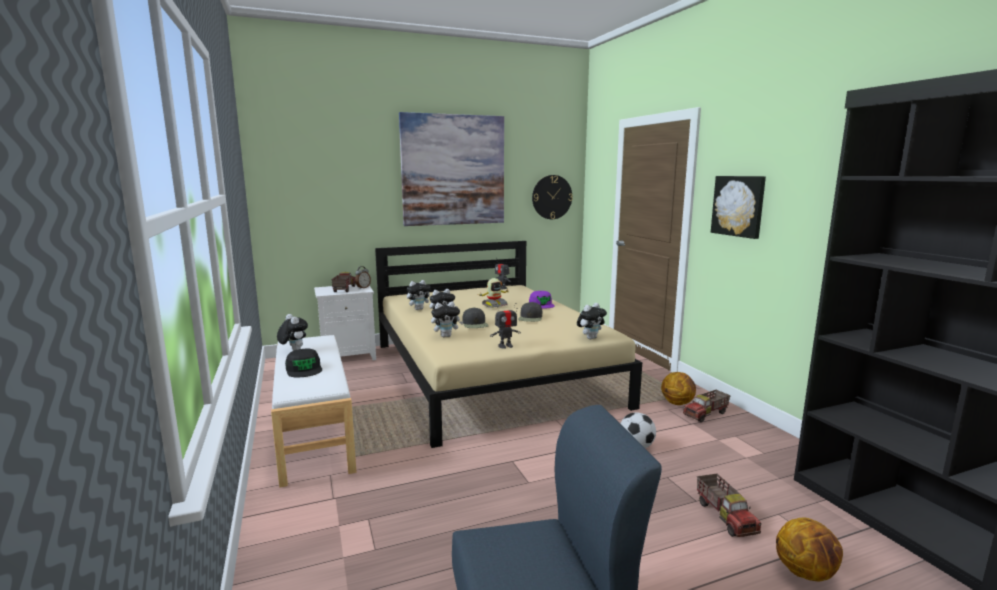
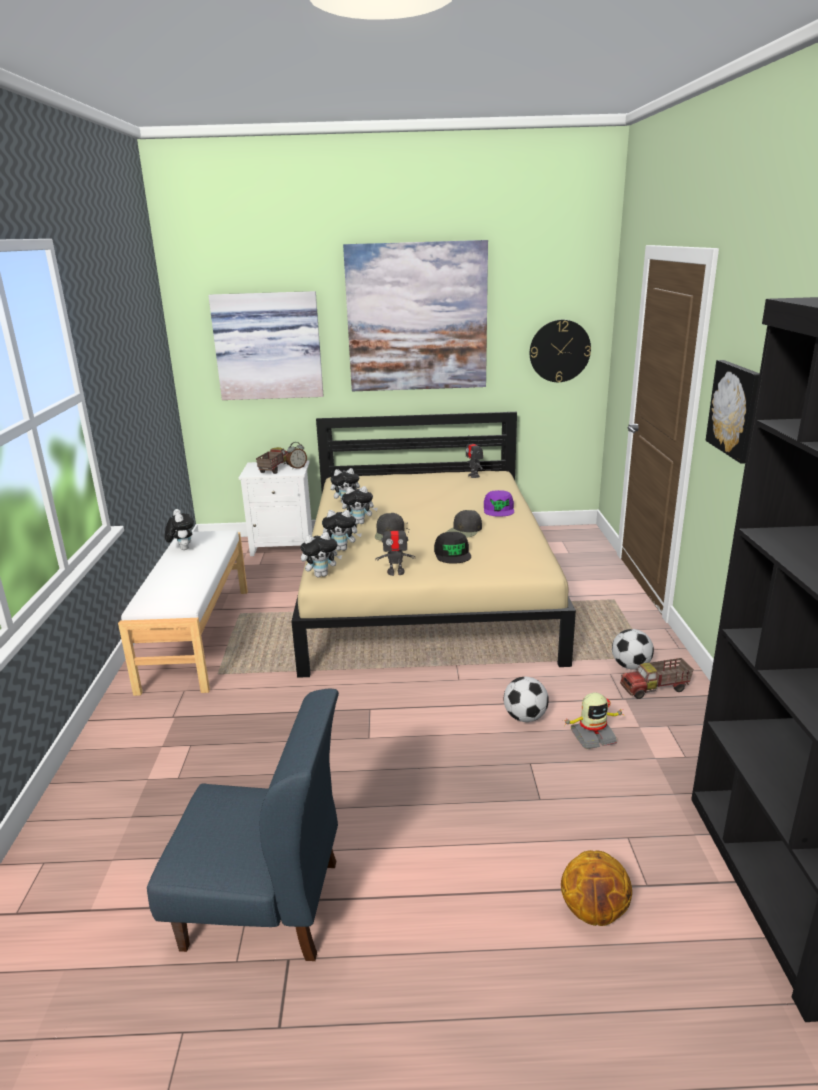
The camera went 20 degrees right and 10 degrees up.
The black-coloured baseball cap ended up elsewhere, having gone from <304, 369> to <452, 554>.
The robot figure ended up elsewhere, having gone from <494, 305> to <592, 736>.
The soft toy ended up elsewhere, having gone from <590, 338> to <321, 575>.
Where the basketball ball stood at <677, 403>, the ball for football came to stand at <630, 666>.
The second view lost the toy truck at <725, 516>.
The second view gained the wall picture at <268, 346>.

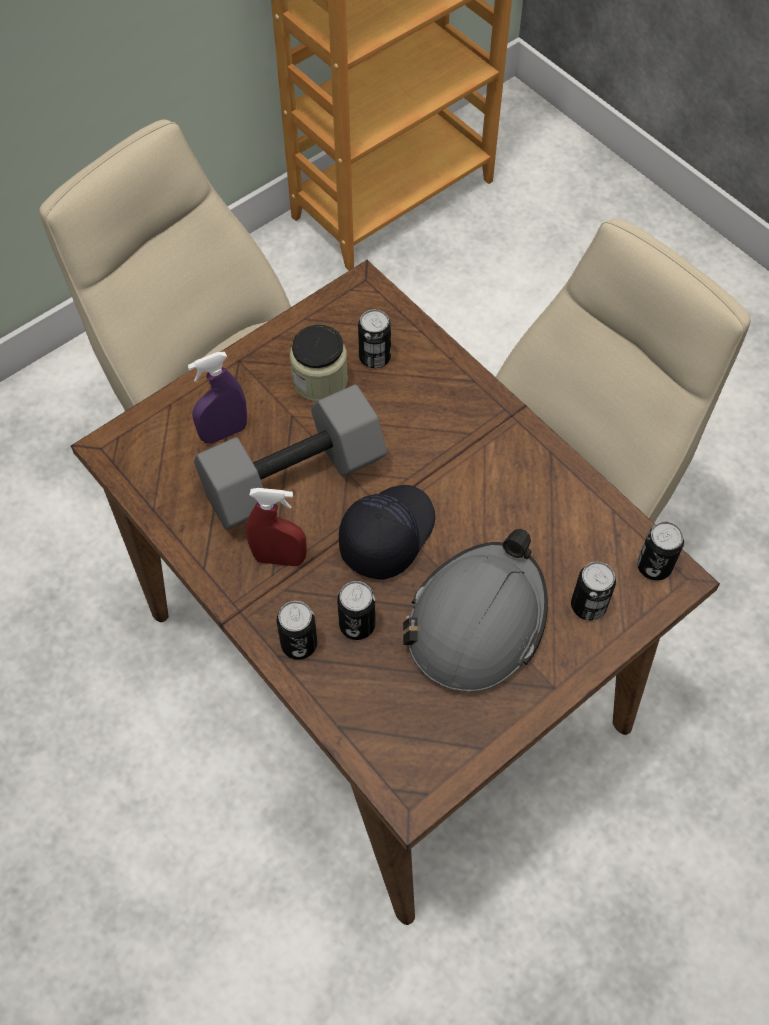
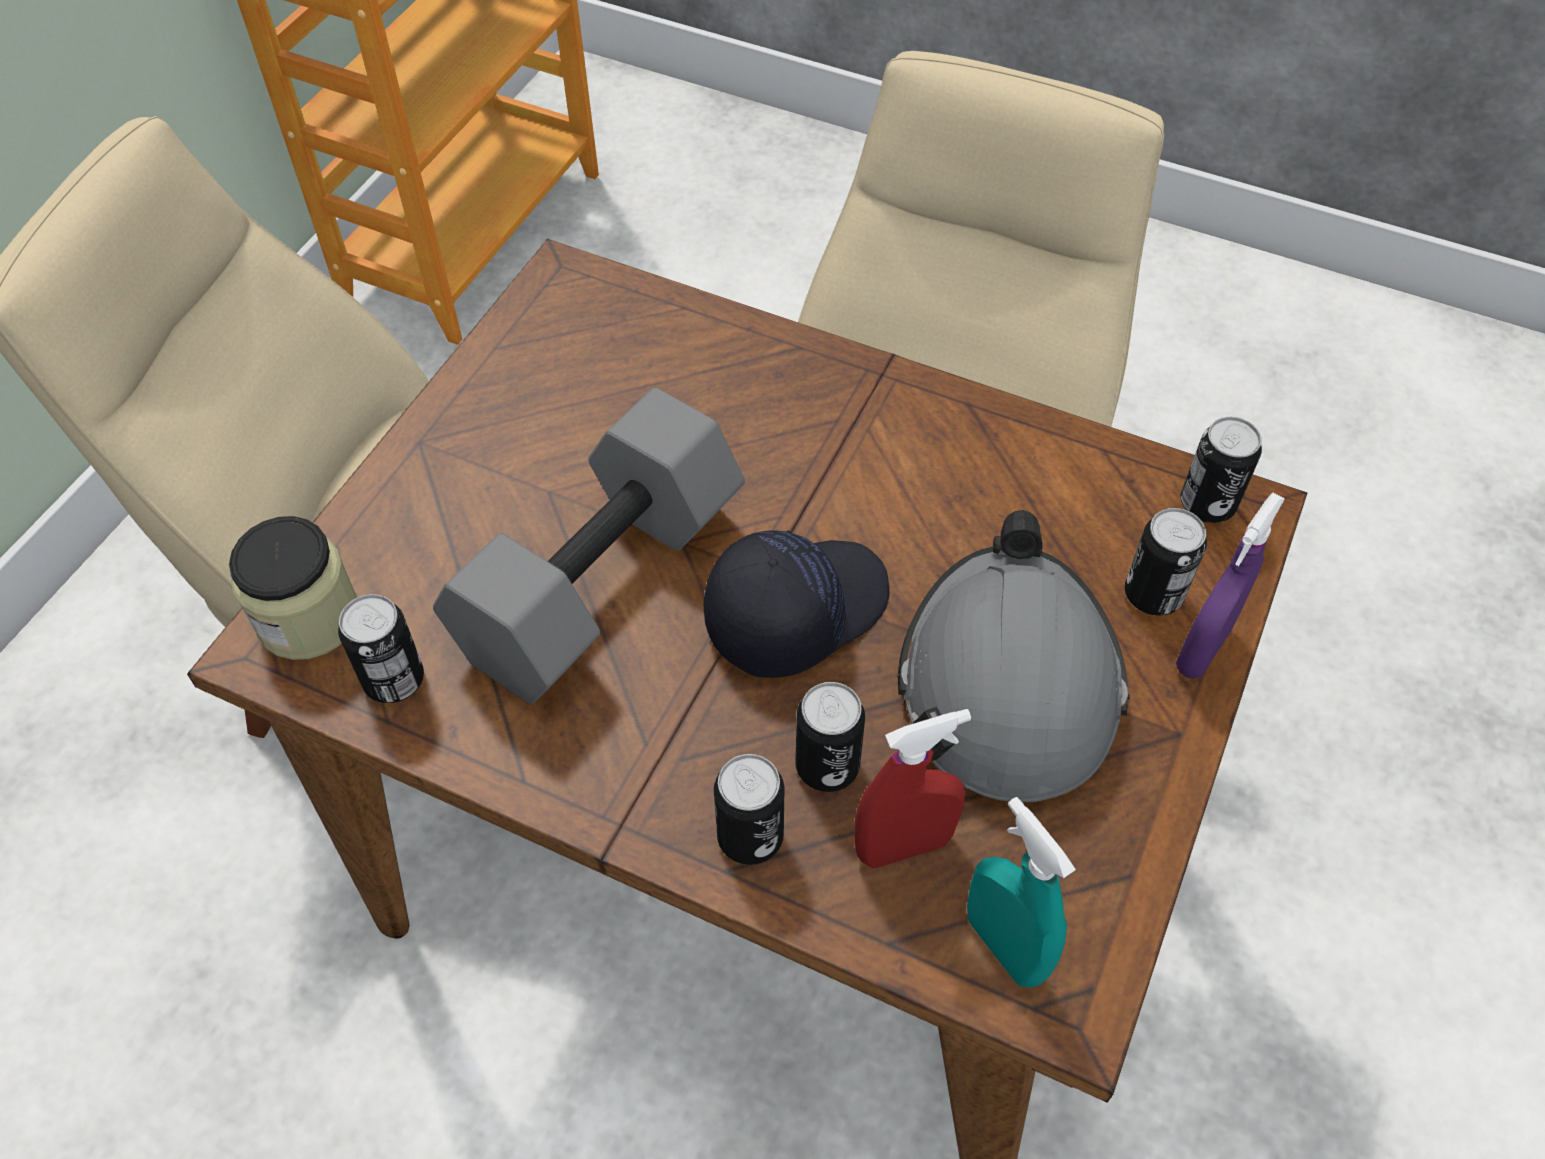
The camera went 25 degrees left and 5 degrees down.
The purple hand sprayer ended up elsewhere, having gone from <224, 432> to <1202, 649>.
The red hand sprayer ended up elsewhere, having gone from <279, 558> to <903, 846>.
The jar ended up elsewhere, having gone from <320, 380> to <309, 618>.
The black-coloured baseball cap at <386, 534> ended up facing another way, 45 degrees clockwise from before.
The sealed can ended up elsewhere, having gone from <374, 357> to <394, 680>.
The second view gained the blue-green hand sprayer at <1004, 946>.

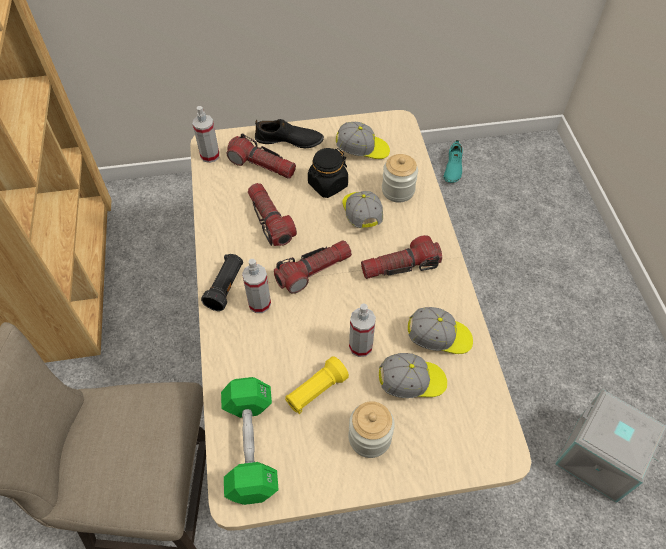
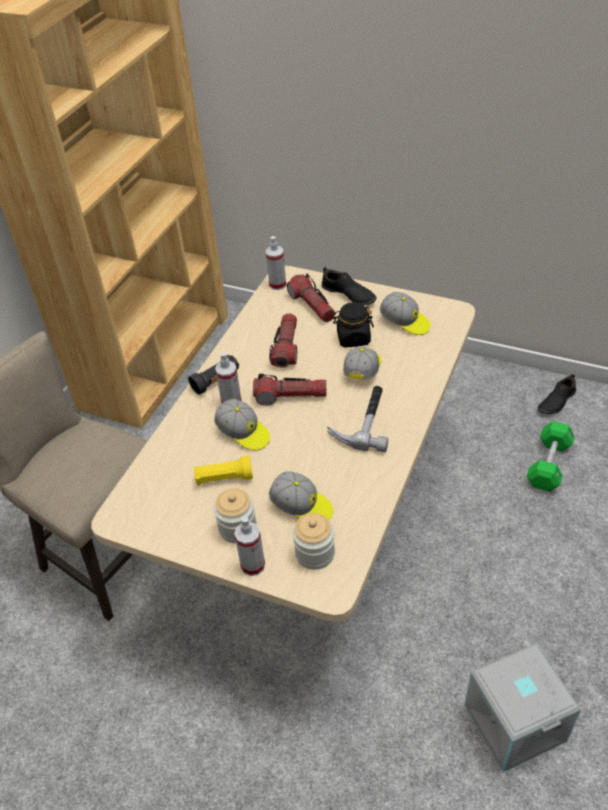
The camera went 35 degrees right and 10 degrees down.
The green hand weight ended up elsewhere, having gone from <250, 446> to <548, 464>.
The hand sprayer ended up elsewhere, having gone from <360, 346> to <253, 565>.
Where the flashlight stood at <400, 266>, the tool hammer came to stand at <363, 421>.
The jar ended up elsewhere, having gone from <398, 190> to <315, 553>.
The baseball cap ended up elsewhere, having gone from <439, 338> to <243, 433>.
What was the blue-green low shoe at <452, 168> turned into the black-coloured low shoe at <556, 401>.

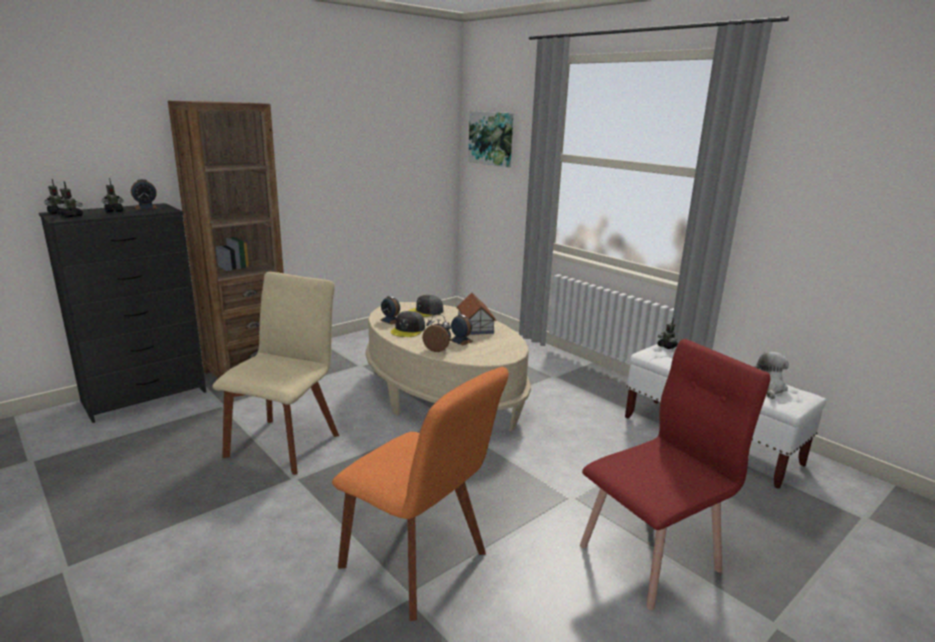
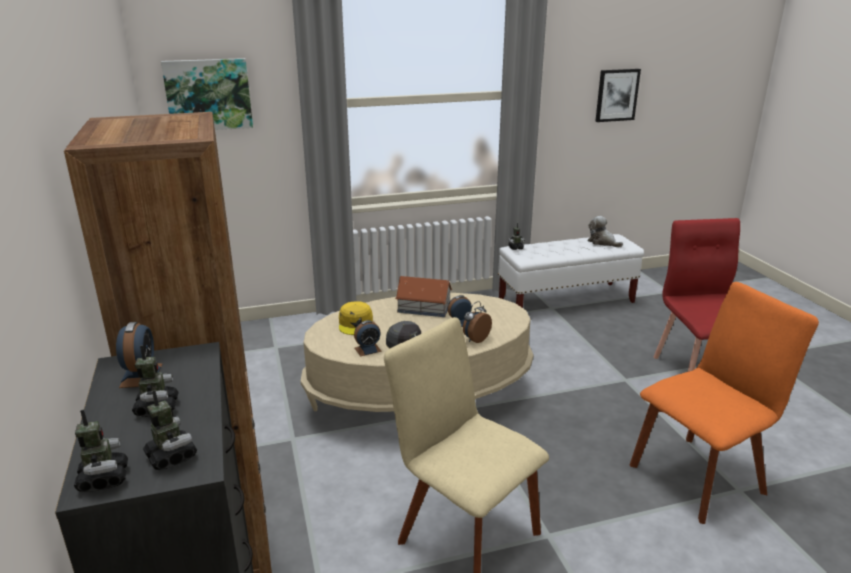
The camera went 65 degrees left and 5 degrees up.
What was the grey baseball cap at <426, 311> turned into the yellow baseball cap at <356, 324>.
The second view gained the wall picture at <616, 95>.

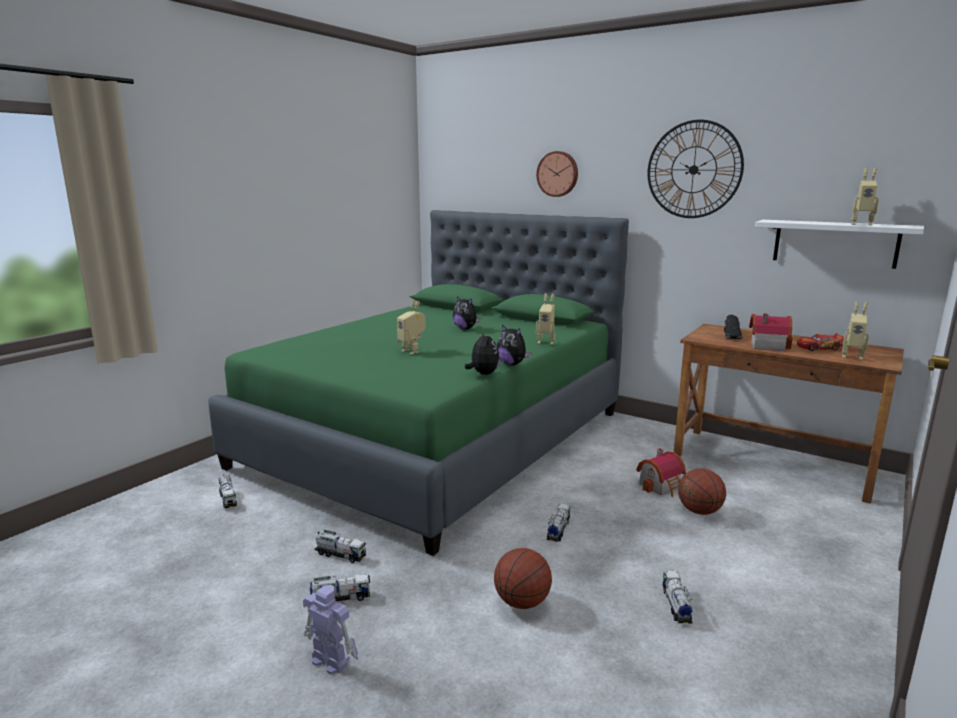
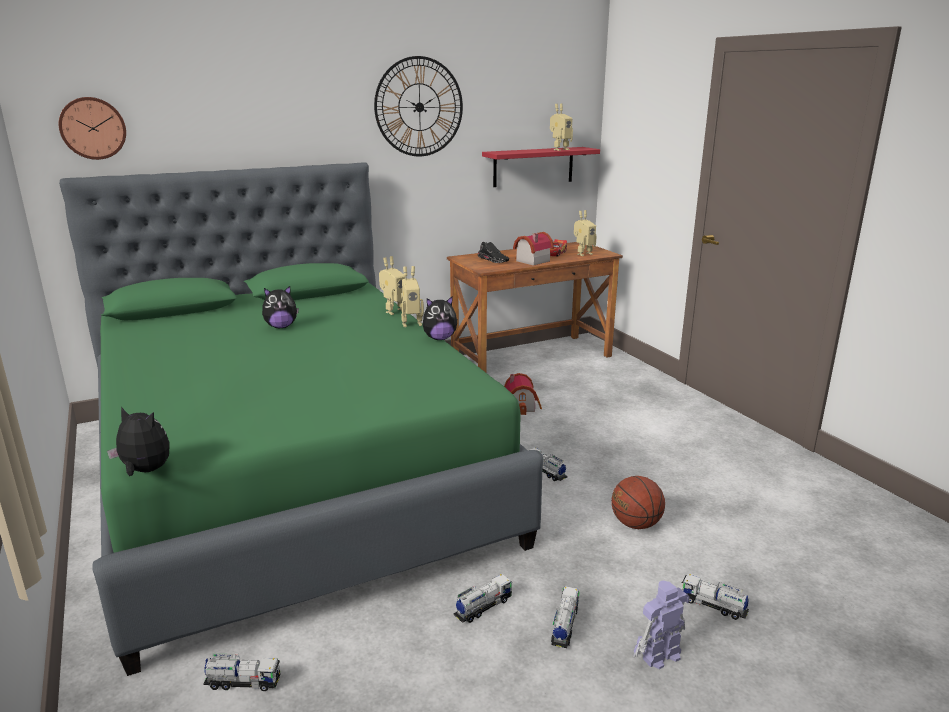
The camera went 60 degrees left and 5 degrees up.
The robot figure ended up elsewhere, having gone from <412, 351> to <411, 323>.
The soft toy ended up elsewhere, having gone from <483, 374> to <145, 471>.
The wall clock ended up elsewhere, having gone from <558, 174> to <93, 128>.
The toy truck ended up elsewhere, having gone from <676, 606> to <713, 606>.
The second view lost the basketball ball at <699, 511>.
What was the white shelf at <835, 243> turned into the red shelf at <533, 166>.

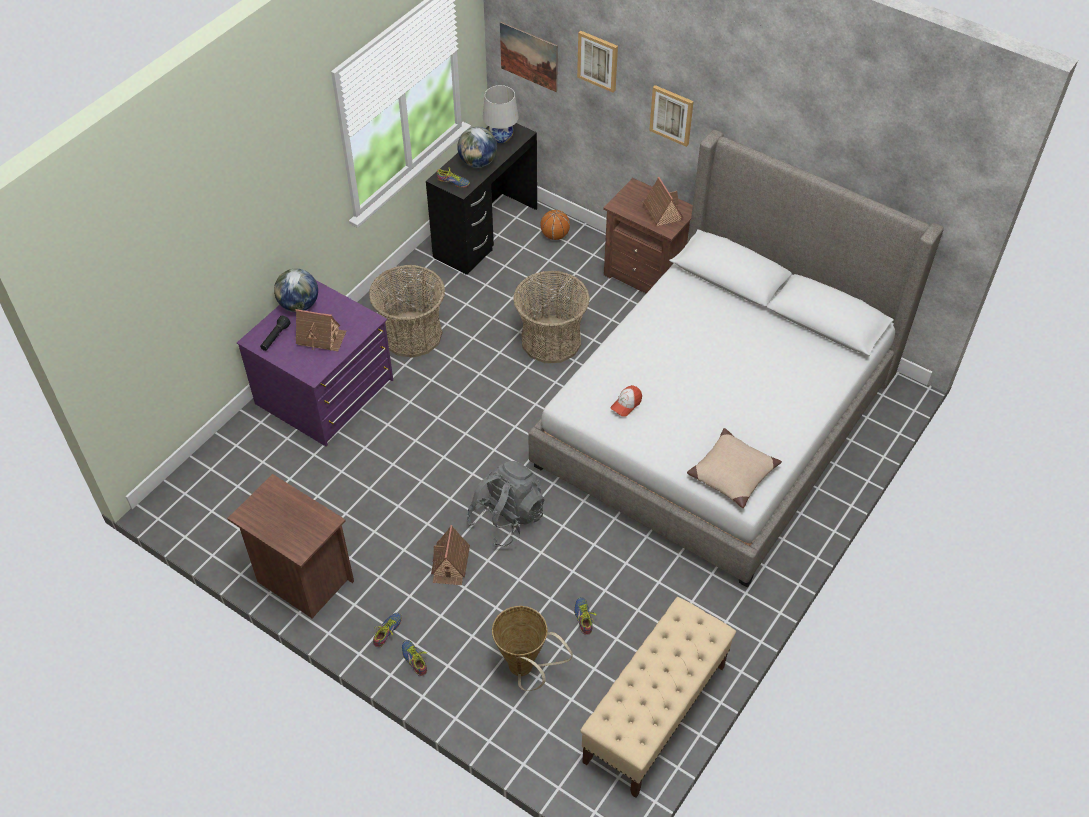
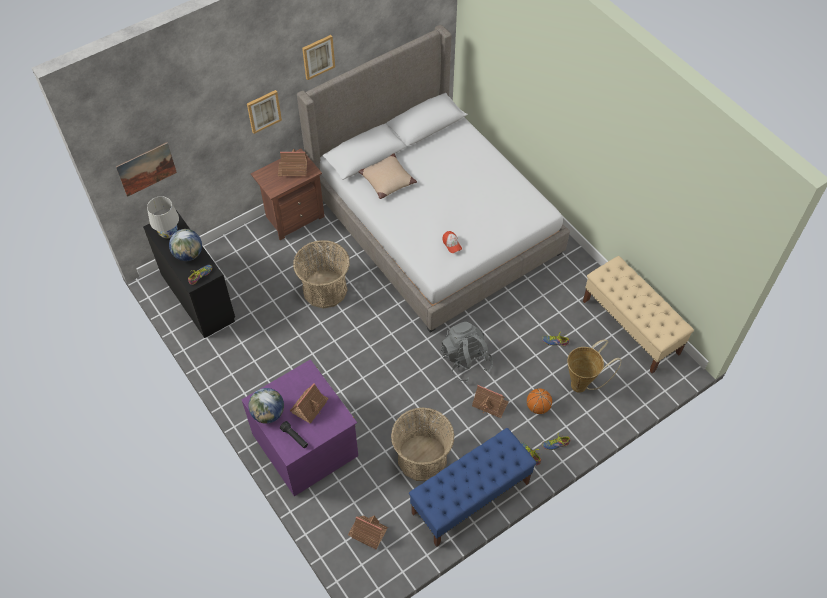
The camera went 70 degrees left and 5 degrees up.
Where the brownish nightstand stood at <302, 580>, the bluish bench came to stand at <470, 498>.
The basket ended up elsewhere, having gone from <412, 334> to <422, 458>.
The basketball ball ended up elsewhere, having gone from <555, 235> to <538, 407>.
The wall picture ended up elsewhere, having gone from <598, 60> to <318, 56>.
The sand-coloured throw pillow ended up elsewhere, having gone from <732, 473> to <387, 180>.
The second view gained the toy house at <368, 532>.

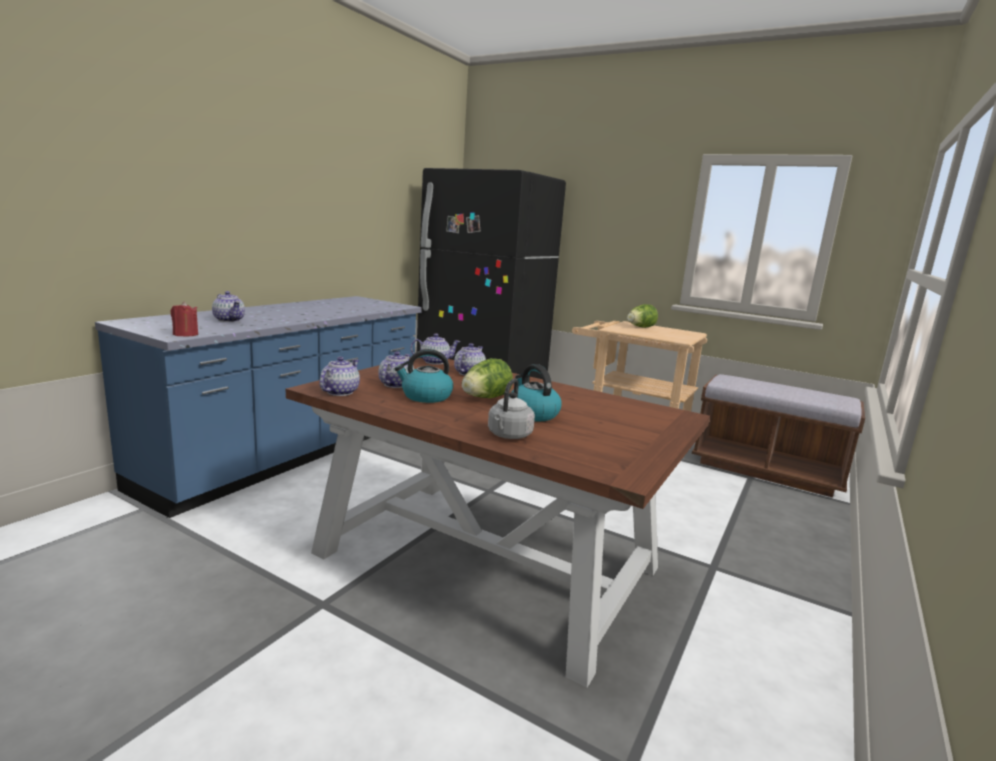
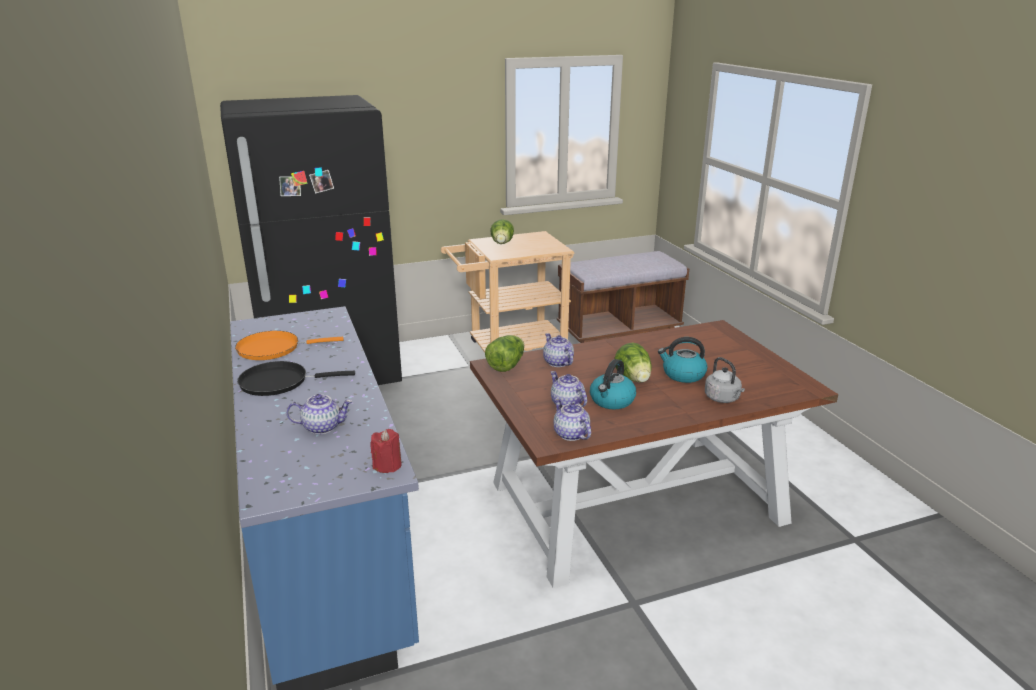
The camera went 50 degrees left and 10 degrees up.
Where the teapot stood at <434, 362>, the head of lettuce came to stand at <506, 365>.
The second view gained the orange-coloured frying pan at <273, 349>.
The second view gained the black-coloured frying pan at <279, 382>.

